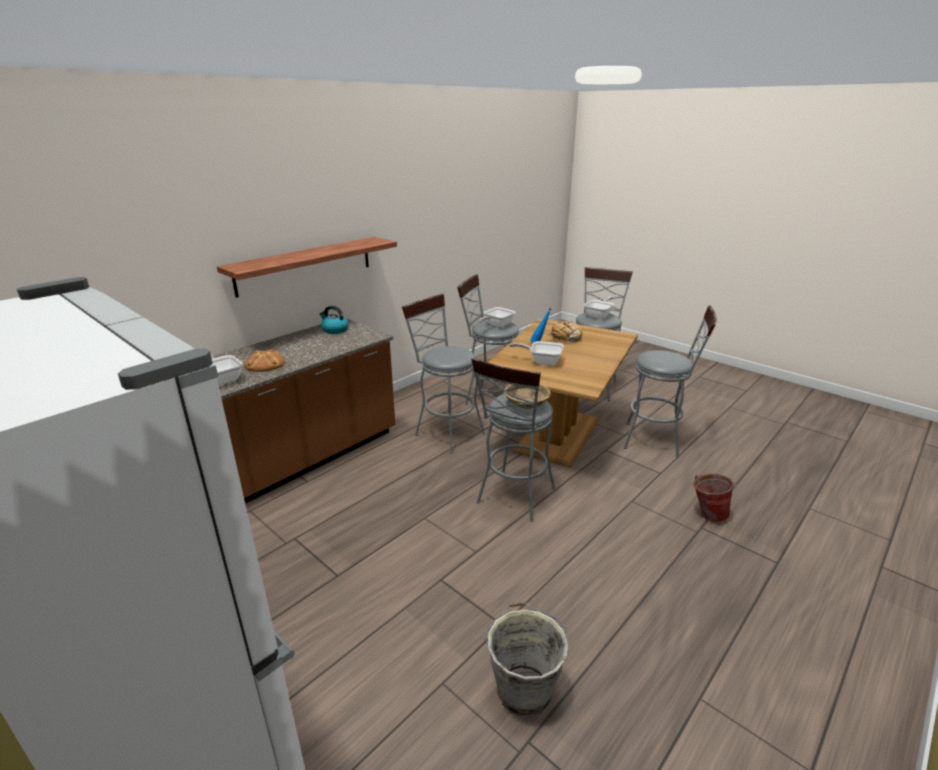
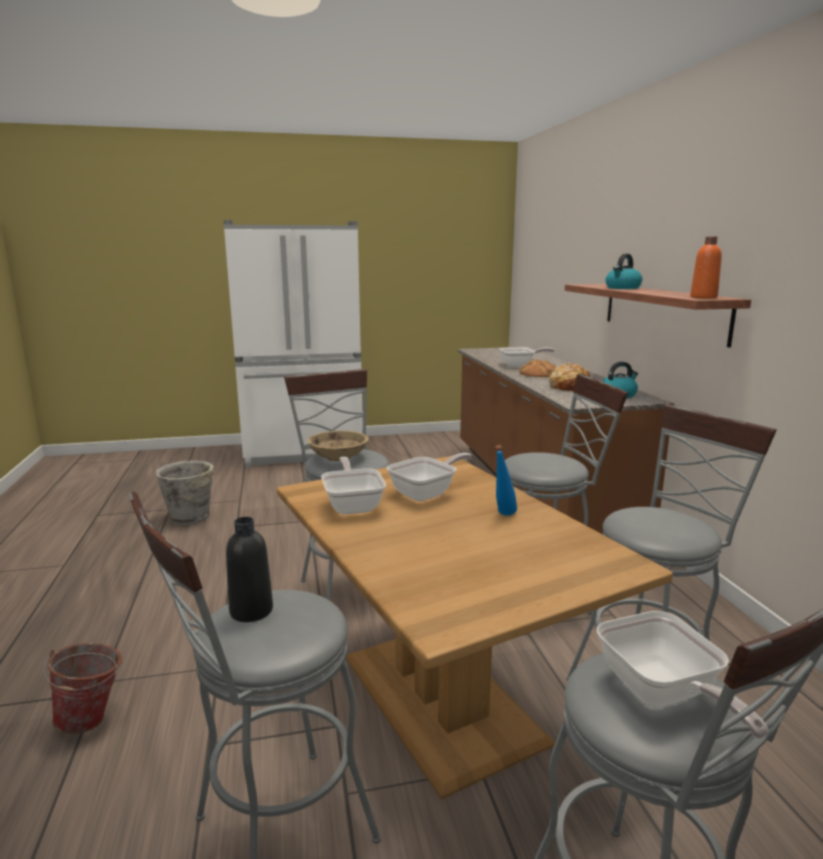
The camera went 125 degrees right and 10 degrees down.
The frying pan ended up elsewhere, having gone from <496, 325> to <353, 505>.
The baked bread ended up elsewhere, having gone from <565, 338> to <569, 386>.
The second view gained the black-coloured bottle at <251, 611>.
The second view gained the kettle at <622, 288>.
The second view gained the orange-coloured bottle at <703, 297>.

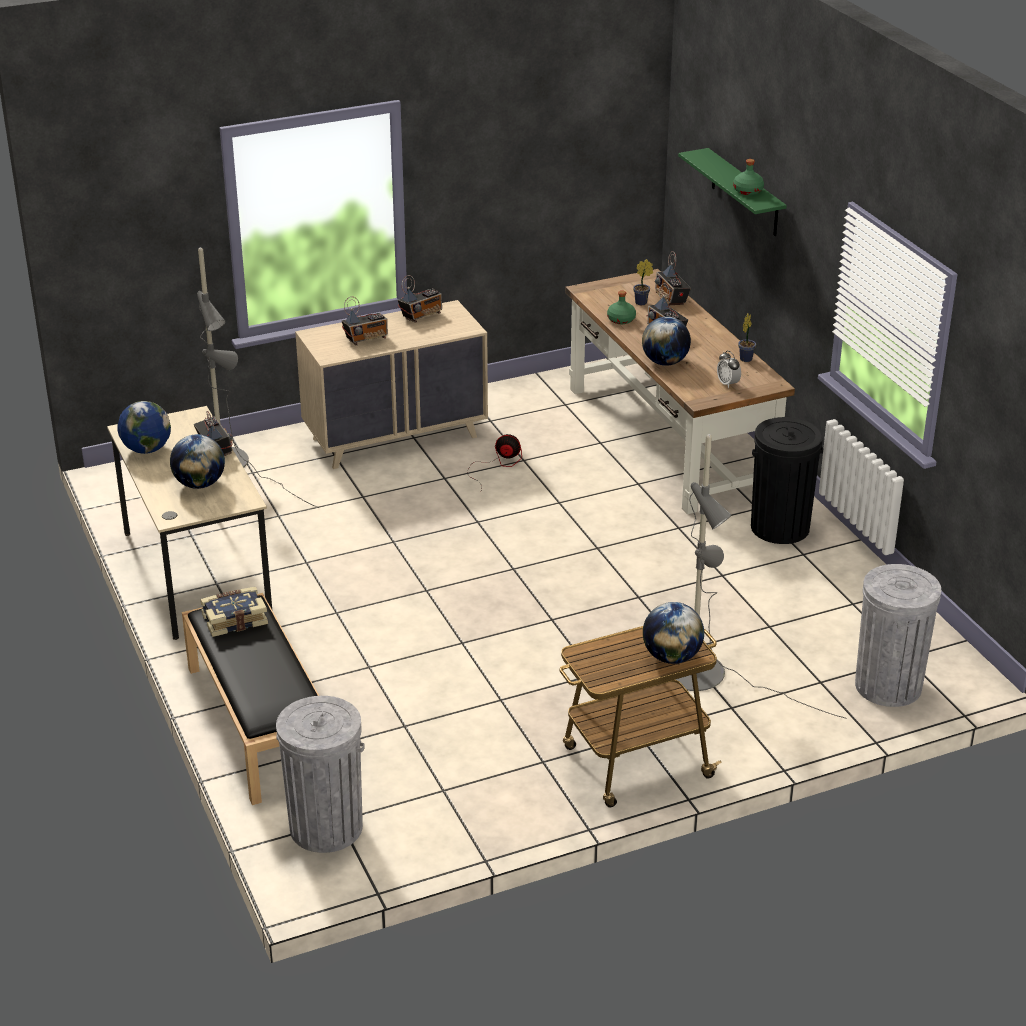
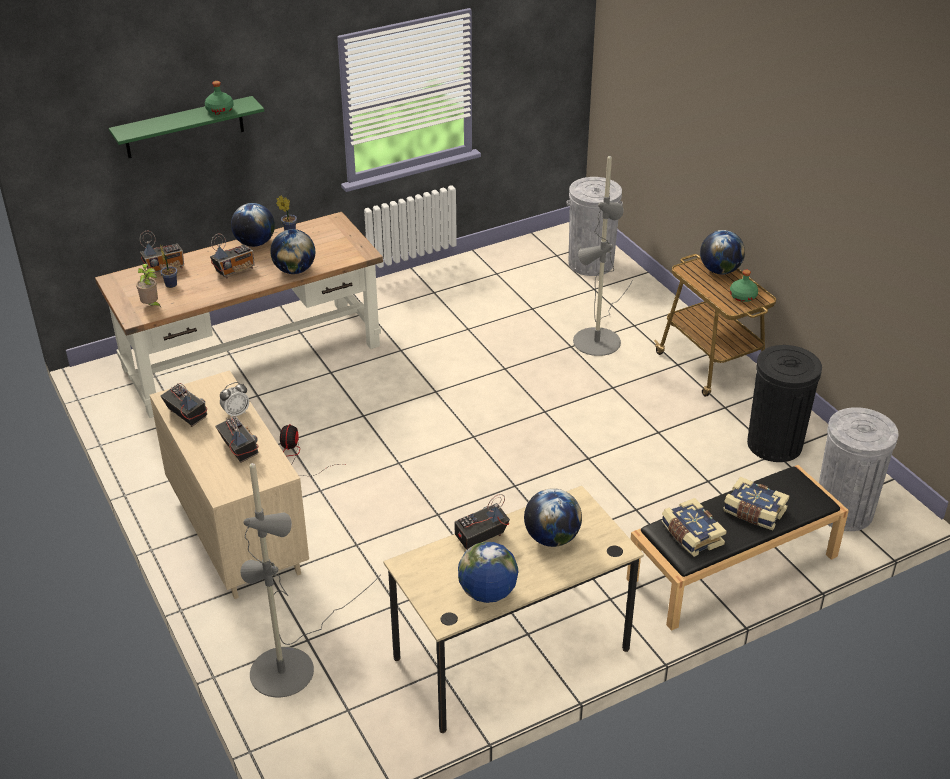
The camera went 95 degrees left and 5 degrees up.
The green bottle ended up elsewhere, having gone from <621, 320> to <743, 296>.
The bedside clock ended up elsewhere, having gone from <728, 384> to <236, 413>.
The black-coloured trash can ended up elsewhere, having gone from <780, 527> to <774, 444>.
The second view gained the potted plant at <151, 305>.
The second view gained the world globe at <255, 243>.
The second view gained the volume at <753, 512>.

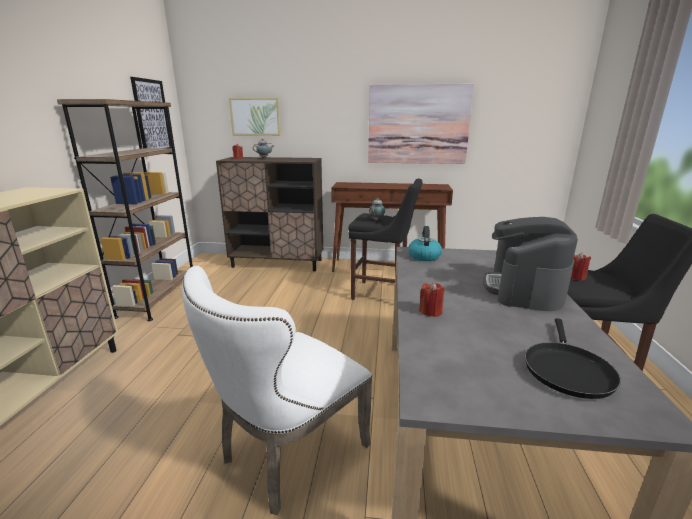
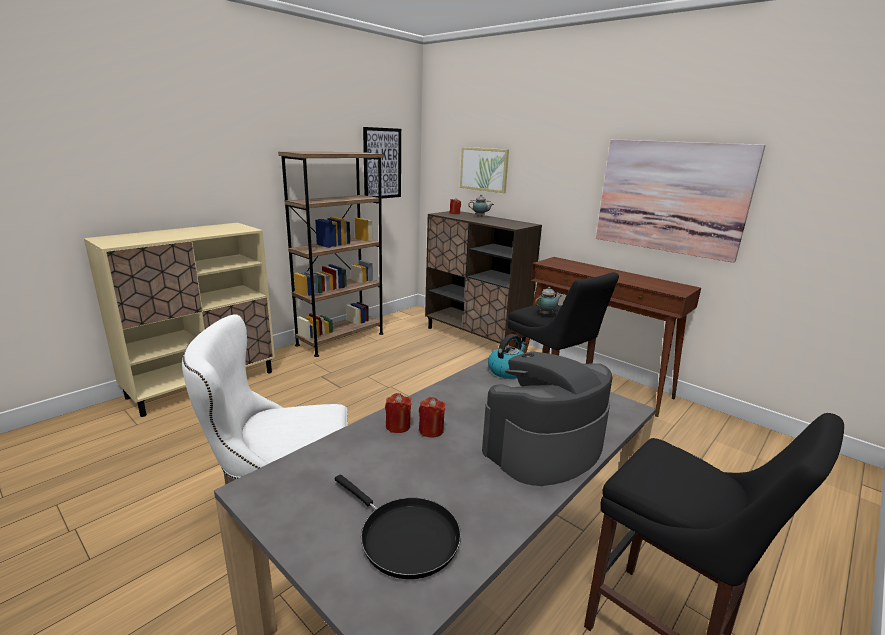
The camera went 35 degrees right and 0 degrees up.
The black-coloured frying pan at <567, 369> ended up facing another way, 105 degrees counterclockwise from before.
The red candle ended up elsewhere, having gone from <575, 277> to <431, 430>.

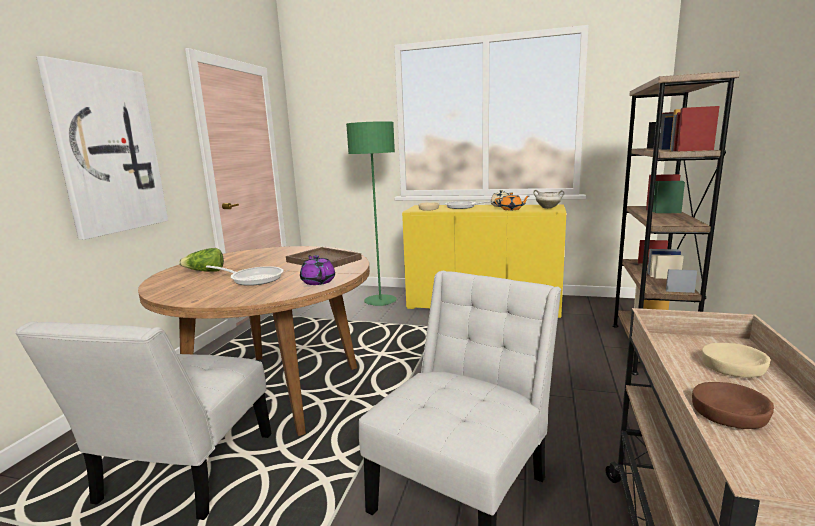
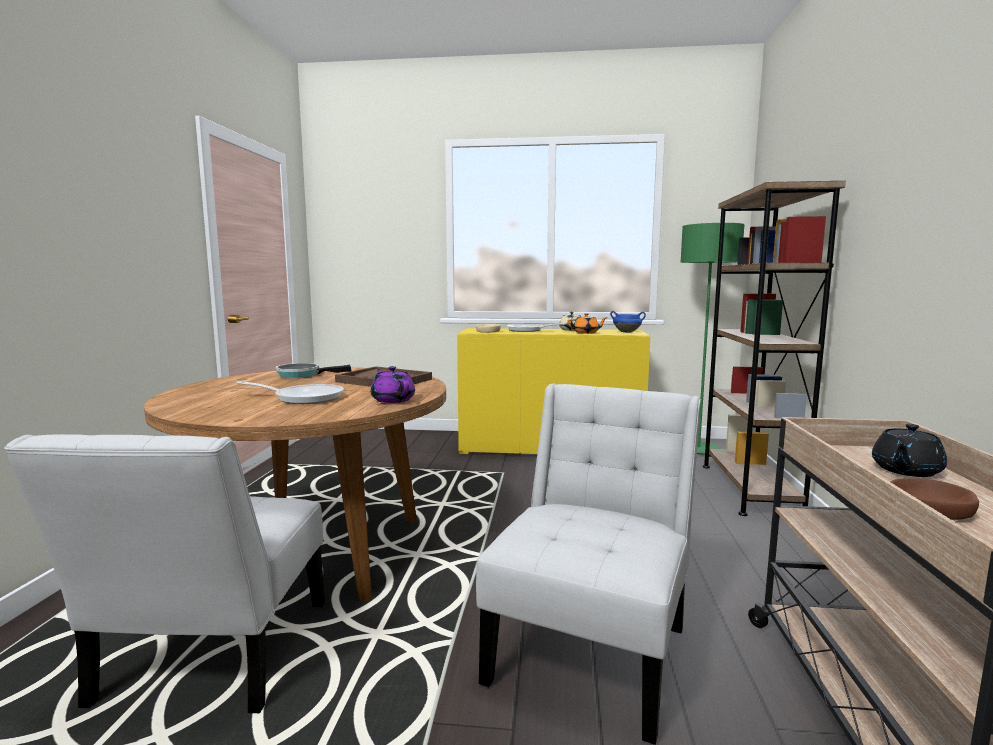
The camera went 10 degrees left and 5 degrees down.
The second view lost the wall picture at <108, 151>.
The second view lost the head of lettuce at <205, 272>.
The green standing lamp ended up elsewhere, having gone from <380, 301> to <698, 449>.
What was the white cooking pot at <548, 208> turned into the bluish cooking pot at <627, 332>.
Where the sand-coloured serving bowl stood at <733, 367>, the black-coloured teapot came to stand at <905, 470>.
The second view gained the frying pan at <302, 375>.

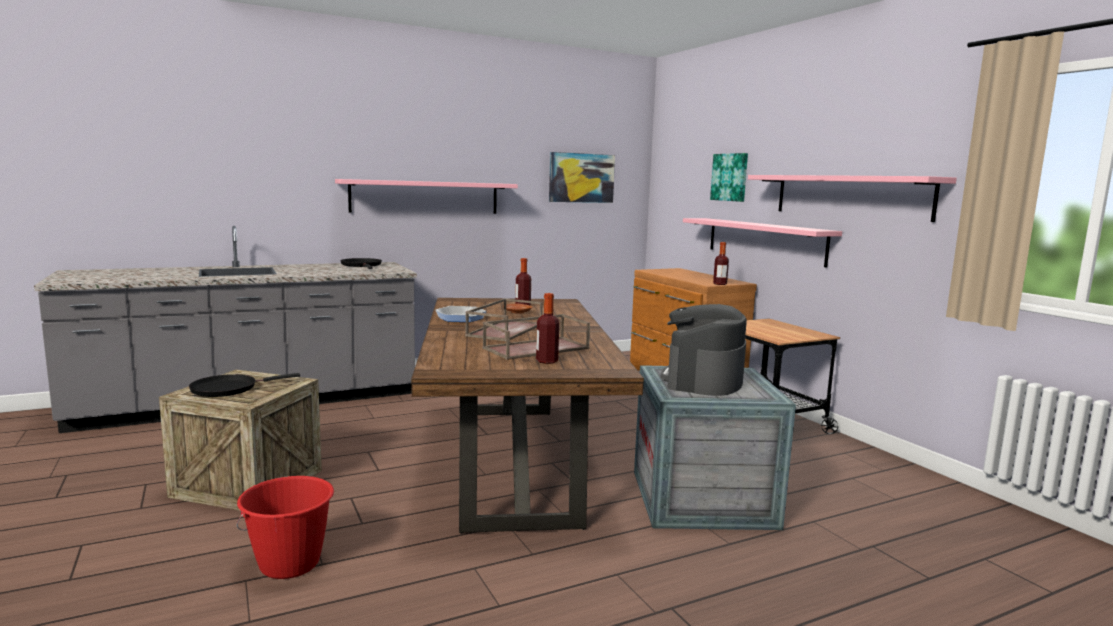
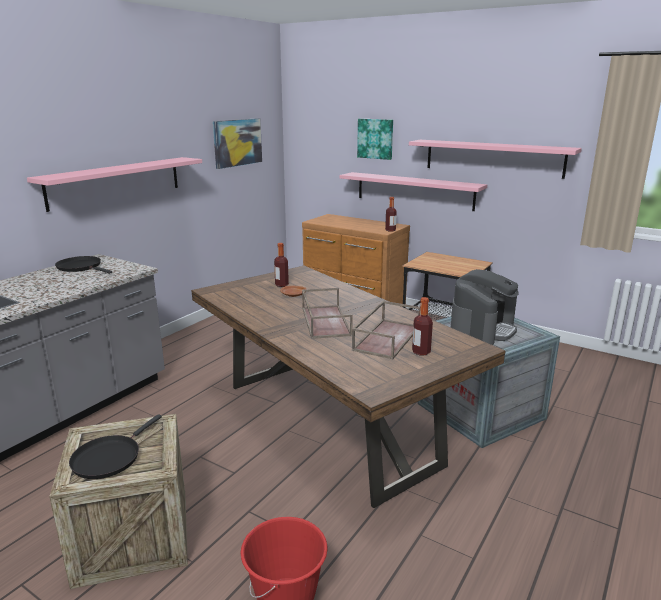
The camera went 30 degrees left and 10 degrees up.
The second view lost the frying pan at <460, 318>.
The coffee brewer at <703, 381> ended up facing another way, 135 degrees counterclockwise from before.

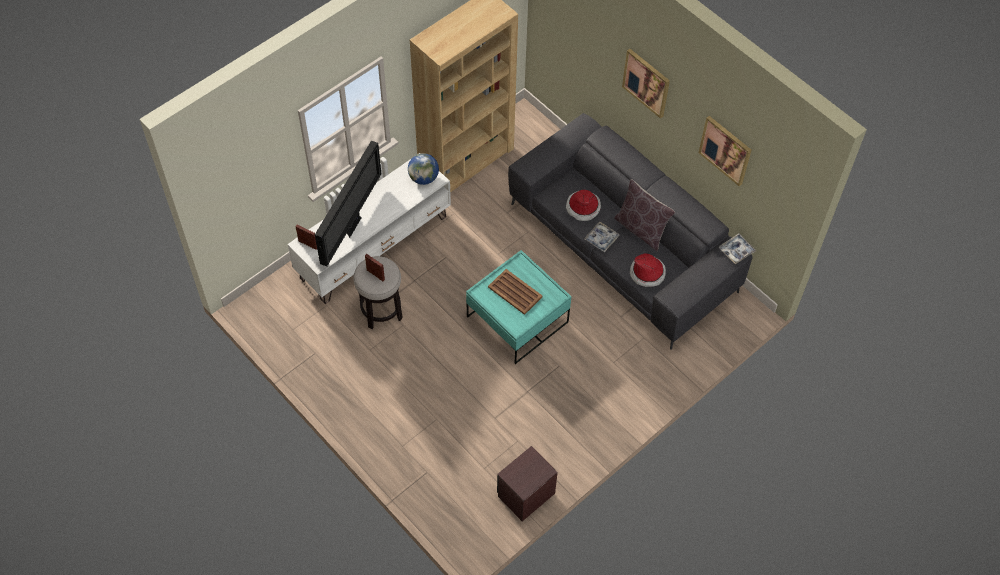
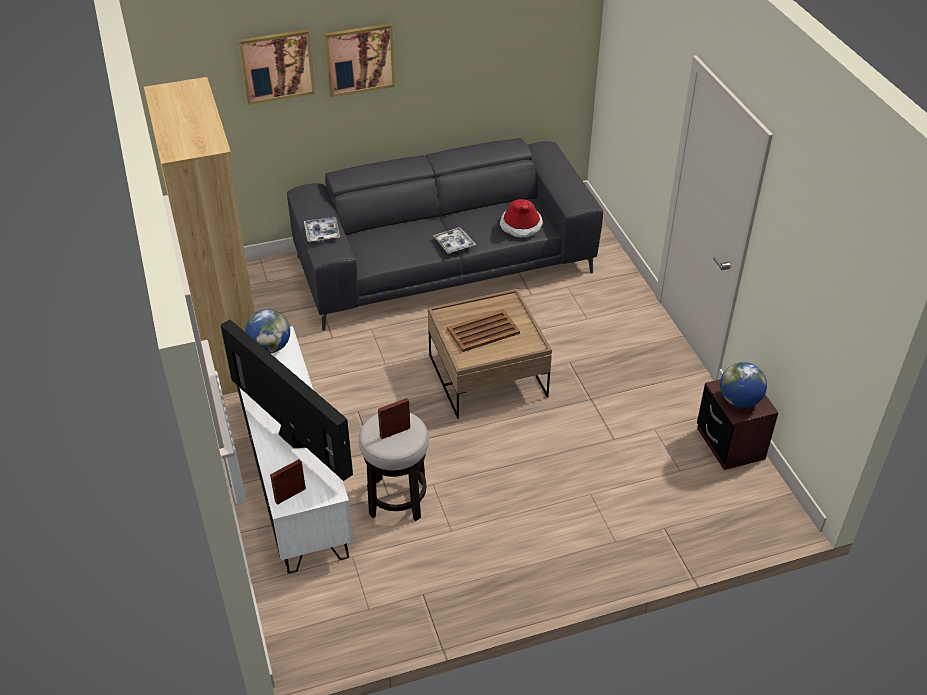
The camera went 65 degrees left and 15 degrees down.
What was the blue-green low table at <517, 319> turned into the brownish low table at <487, 376>.
The second view lost the hat at <583, 207>.
The second view lost the brownish throw pillow at <641, 229>.
The wall picture ended up elsewhere, having gone from <725, 150> to <277, 66>.
The tray ended up elsewhere, having gone from <736, 251> to <322, 233>.
The second view gained the world globe at <739, 400>.

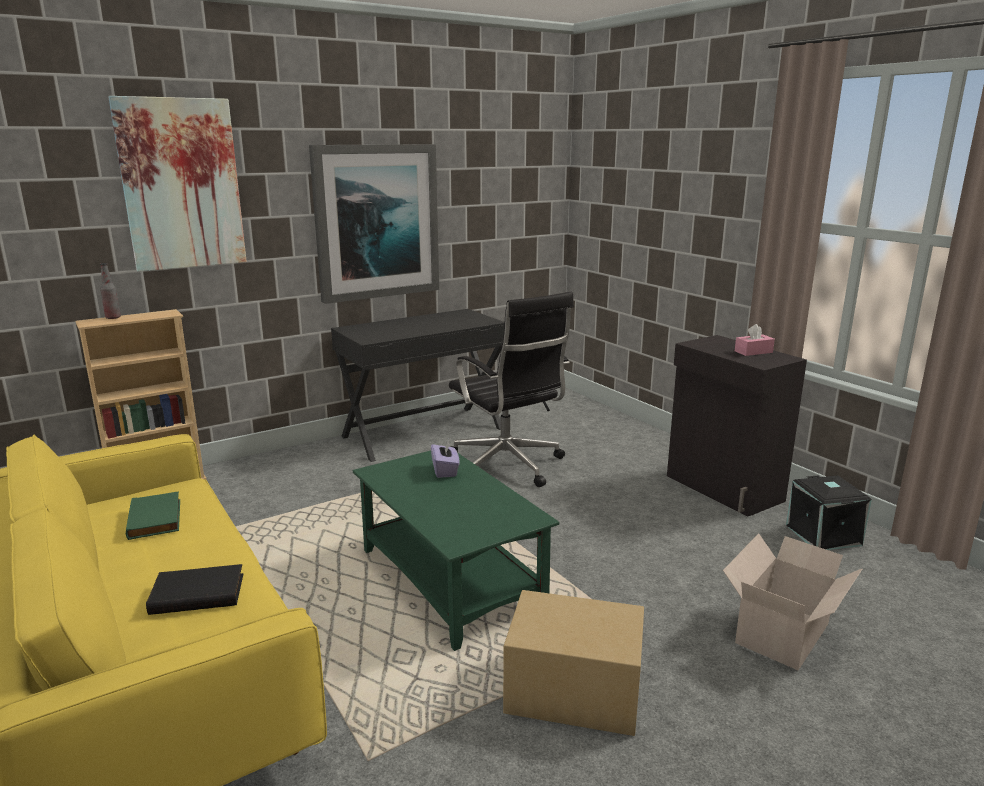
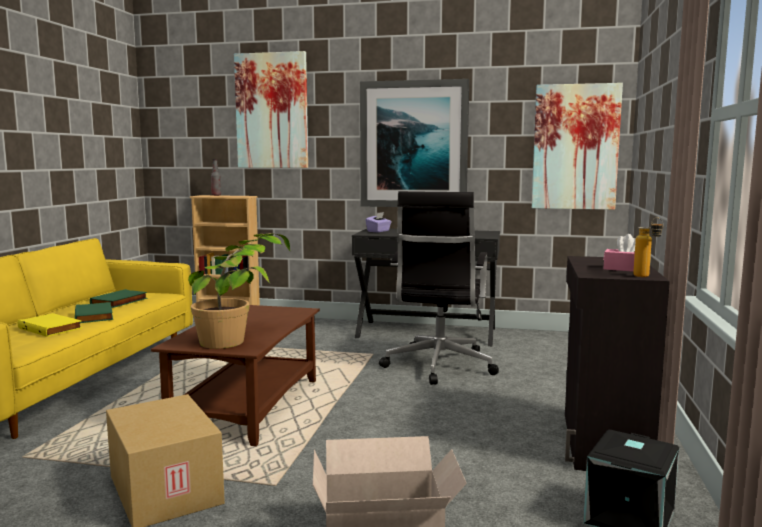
The camera went 45 degrees right and 10 degrees down.
What was the black-coloured volume at <198, 593> turned into the yellow volume at <51, 328>.
What was the green low table at <448, 579> turned into the brownish low table at <248, 406>.
The purple box of tissues ended up elsewhere, having gone from <445, 470> to <378, 231>.
The second view gained the green volume at <95, 316>.
The second view gained the potted plant at <242, 337>.
The second view gained the wall picture at <575, 147>.
The second view gained the bottle at <646, 277>.

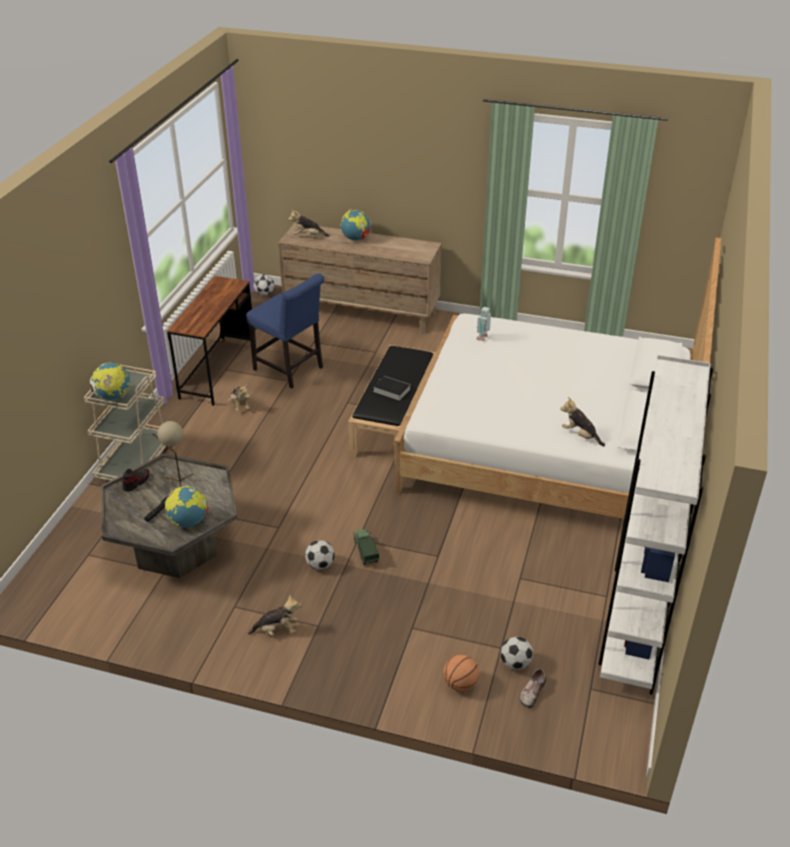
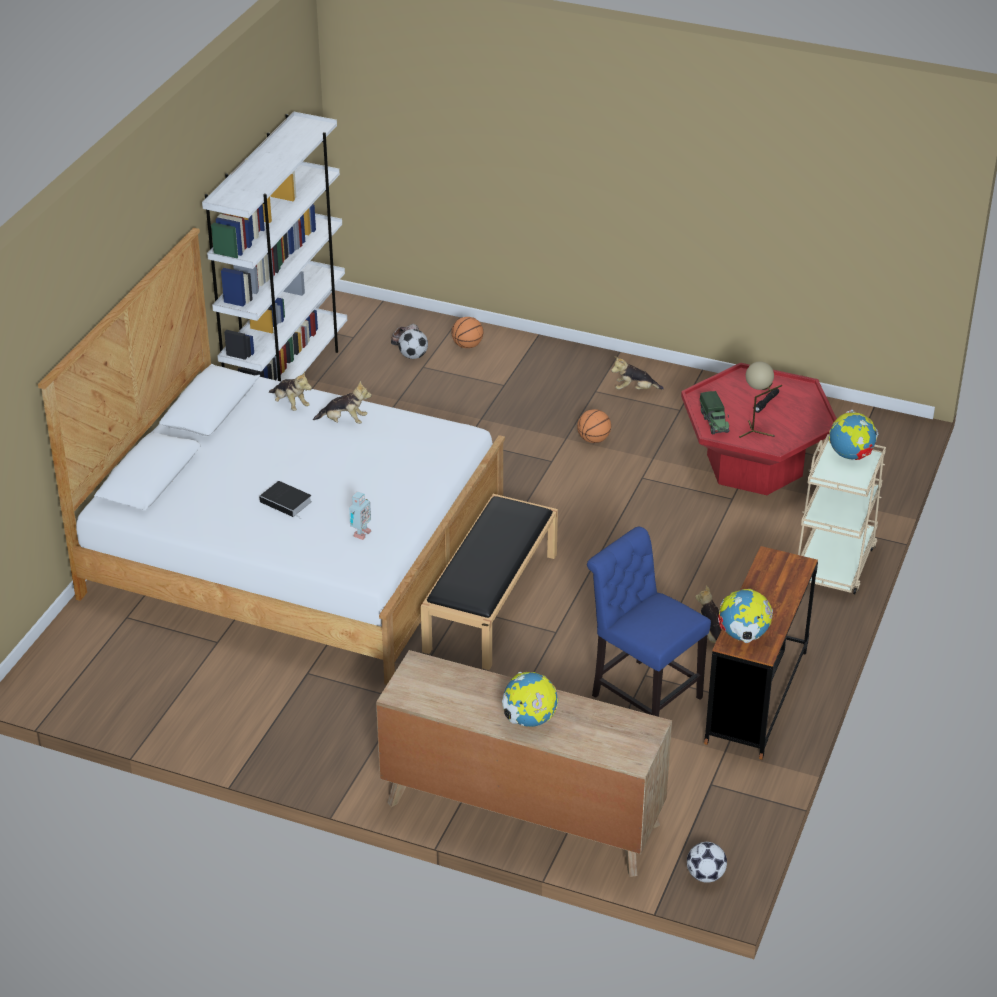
The camera went 175 degrees left and 0 degrees up.
What was the grey low table at <176, 546> turned into the red low table at <754, 465>.
The second view lost the low shoe at <136, 482>.
The world globe ended up elsewhere, having gone from <189, 522> to <743, 636>.
The soft toy ended up elsewhere, having gone from <308, 236> to <344, 421>.
Where the ball for football stood at <320, 565>, the basketball ball came to stand at <593, 439>.
The toy truck ended up elsewhere, having gone from <365, 551> to <714, 422>.
The volume ended up elsewhere, having gone from <390, 390> to <287, 502>.

